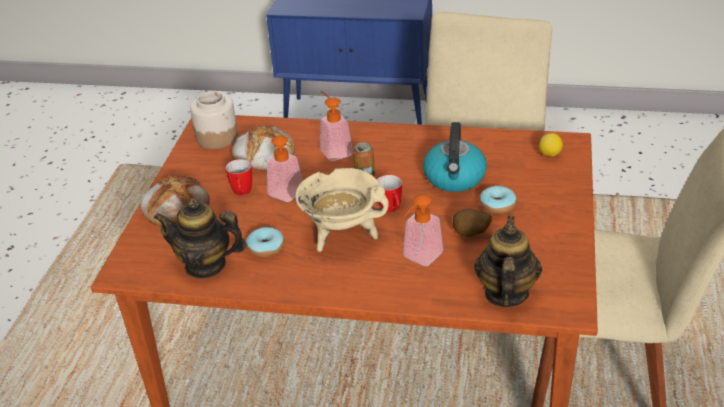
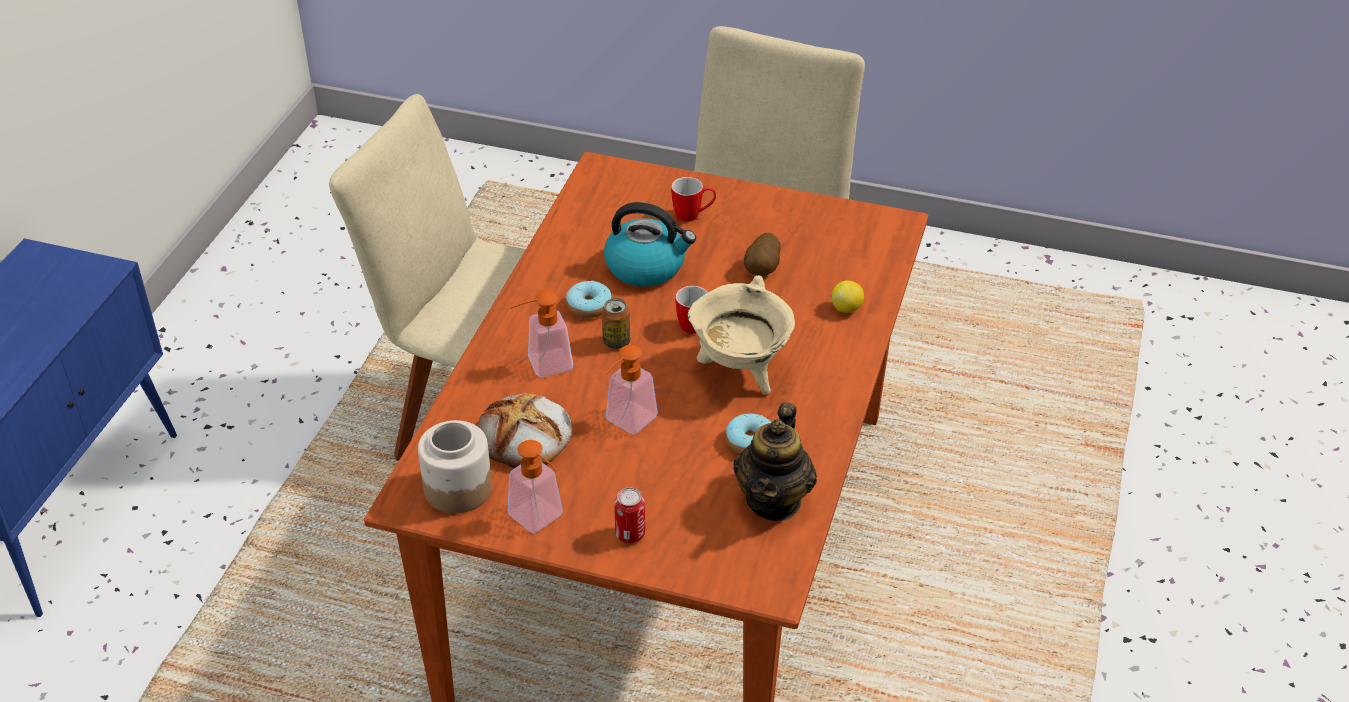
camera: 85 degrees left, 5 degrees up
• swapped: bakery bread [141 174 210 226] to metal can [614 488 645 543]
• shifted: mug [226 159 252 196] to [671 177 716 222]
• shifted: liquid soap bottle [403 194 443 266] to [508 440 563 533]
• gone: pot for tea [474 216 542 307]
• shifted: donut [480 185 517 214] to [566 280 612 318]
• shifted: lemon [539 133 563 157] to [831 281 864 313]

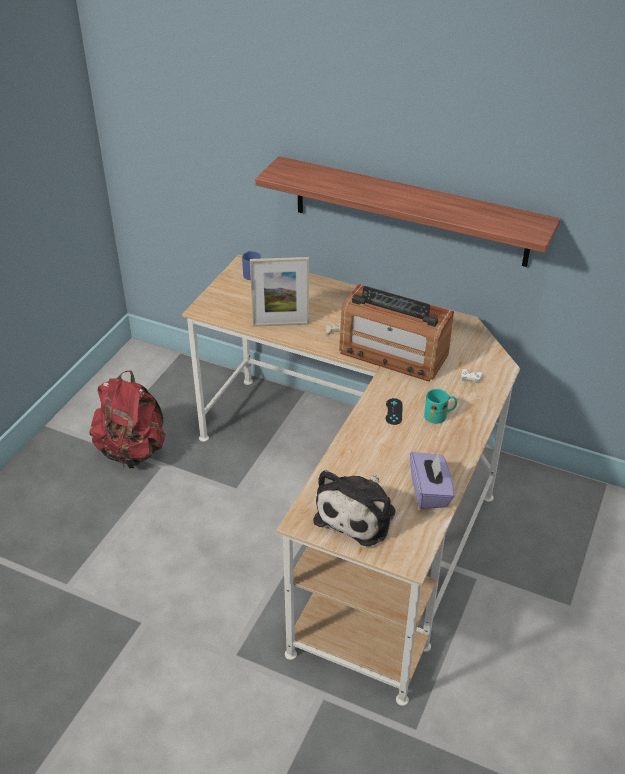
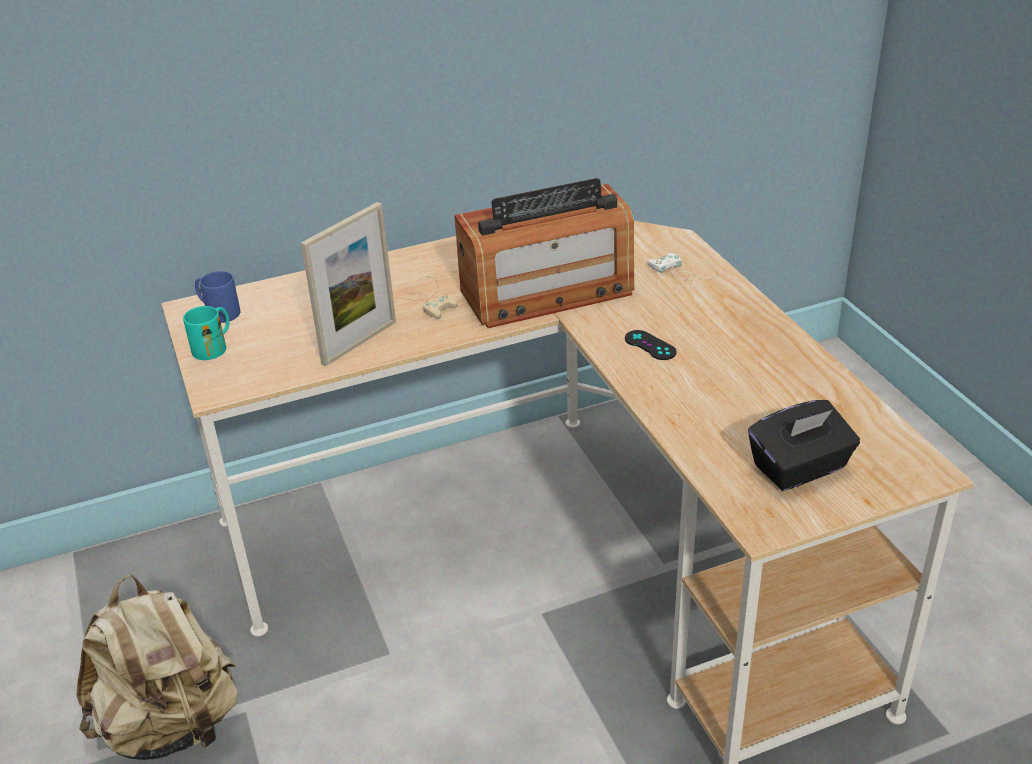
camera: 45 degrees left, 5 degrees down
• repainted: red-coloured rucksack [89 371 165 468] to beige rucksack [76 574 238 760]
• gone: wall shelf [255 156 560 267]
• swapped: plush toy [313 470 396 546] to black box of tissues [748 400 860 491]
• gone: purplish box of tissues [410 452 455 509]
• shifted: turquoise mug [424 389 457 424] to [183 306 229 360]

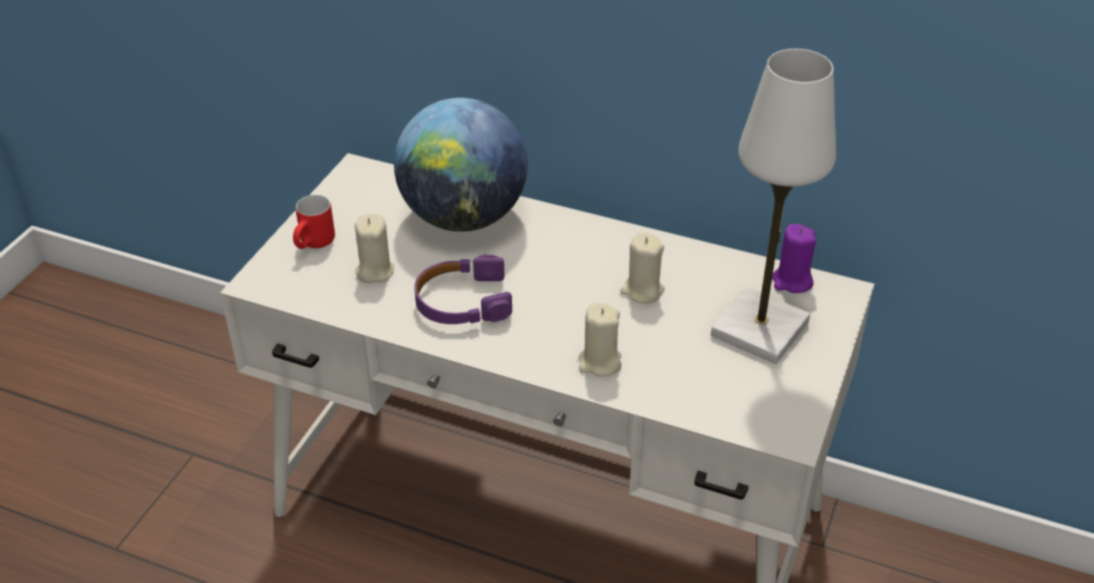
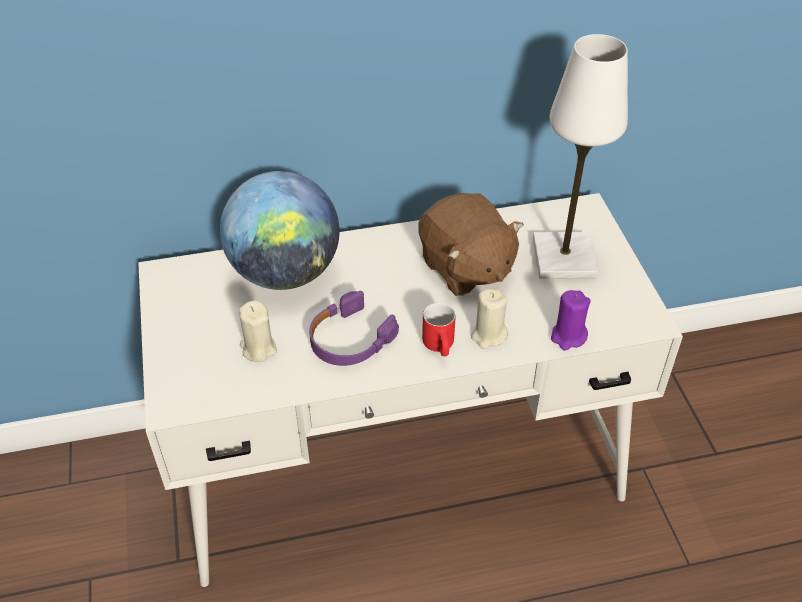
camera: 35 degrees left, 5 degrees up
• shifted: red-coloured mug [293 195 335 249] to [422 303 455 356]
• swapped: beige candle [620 232 665 304] to brown plush toy [418 193 524 296]
• shifted: purplish candle [772 224 816 293] to [551 290 591 351]

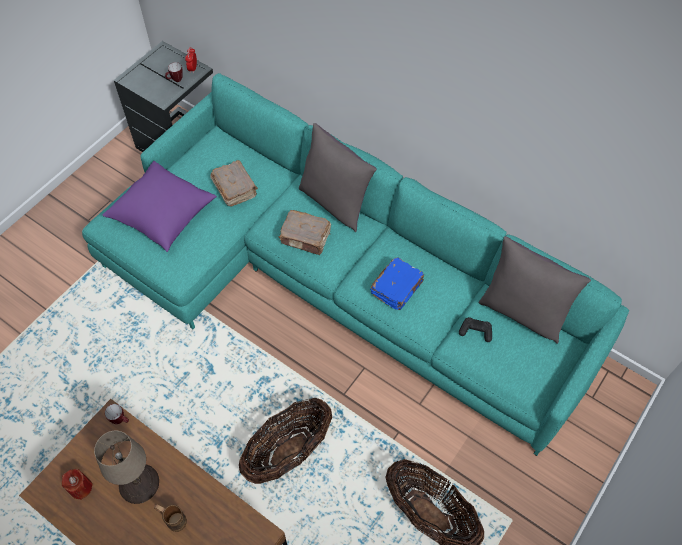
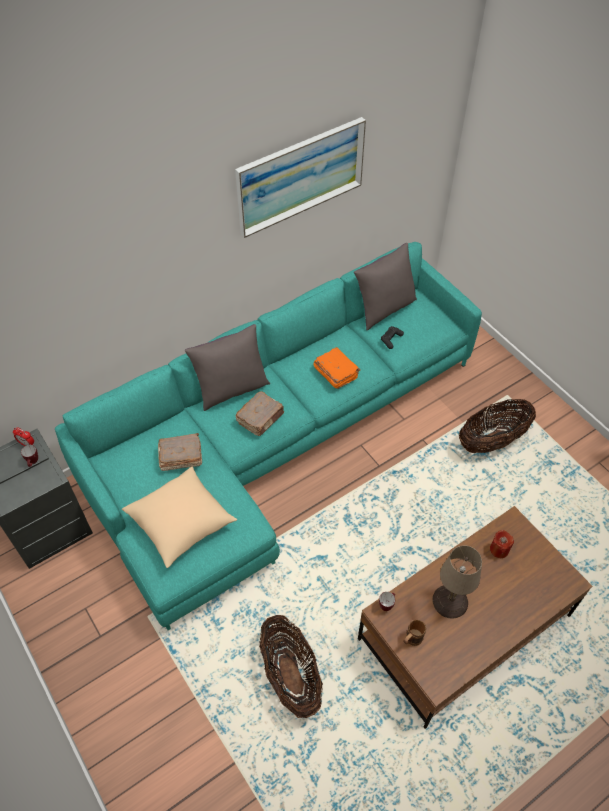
camera: 70 degrees left, 5 degrees down
• shifted: red-coloured candle [62 469 93 500] to [490 530 514 558]
• repainted: purplish throw pillow [103 161 217 252] to beige throw pillow [122 466 237 568]
• shifted: brown mug [154 504 187 532] to [403 620 426 646]
• shifted: household basket [239 398 332 484] to [259 615 323 718]
• repainted: bluish volume [370 257 424 310] to orange-coloured volume [314 347 360 389]
• new: wall art [235 117 366 238]

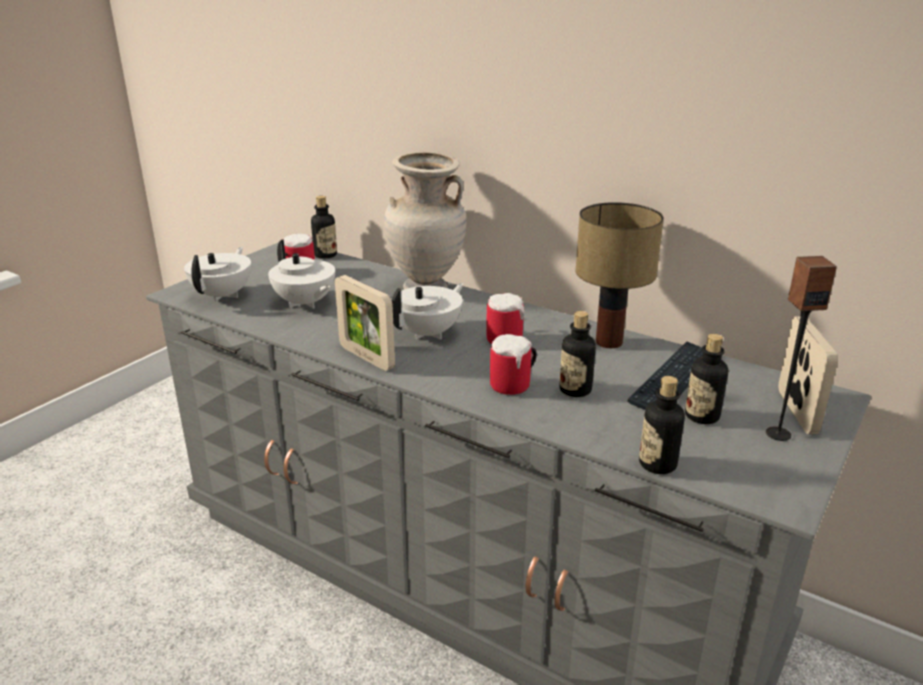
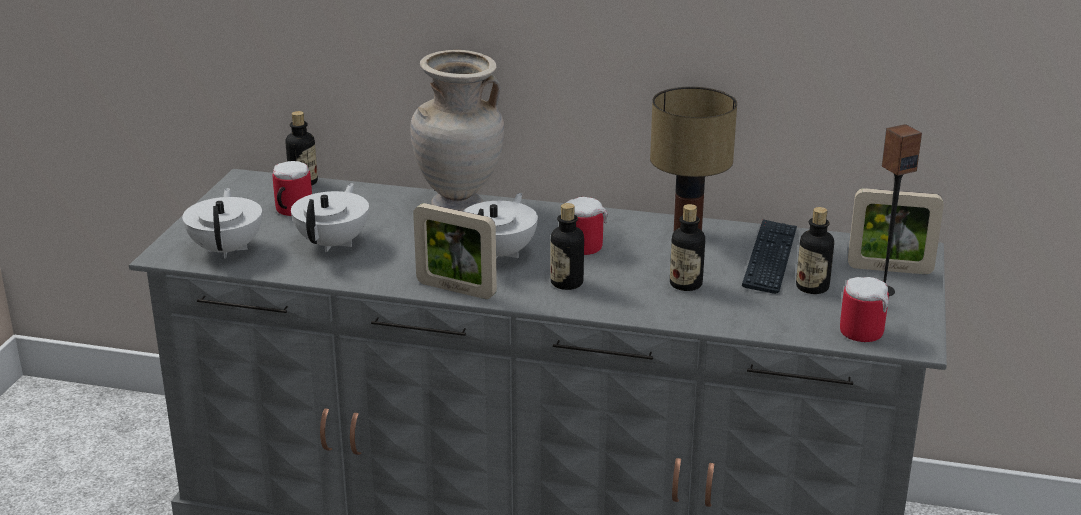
camera: 20 degrees left, 0 degrees up
• rotated: white-coloured pot for tea [268 239 335 309] = [291 183 369 252] 105 degrees counterclockwise
• shifted: mug [490 334 537 395] to [840 277 889 342]
• shifted: beverage bottle [639 376 685 474] to [550 203 584 290]
• rotated: picture frame [779 316 838 434] = [848 188 944 274] 120 degrees clockwise

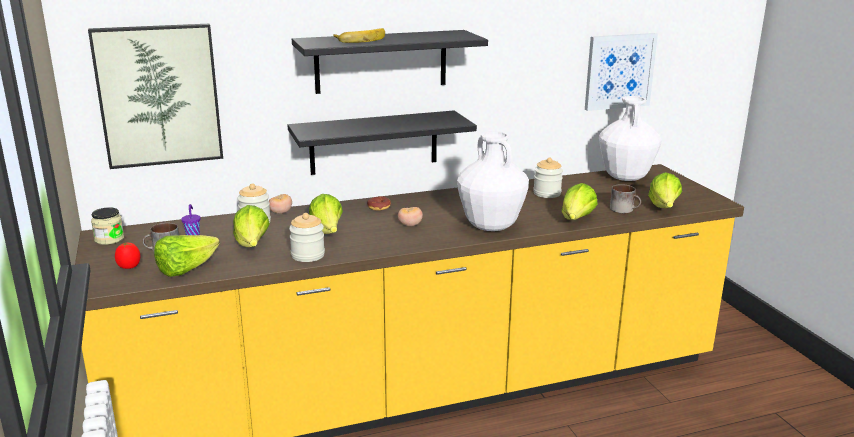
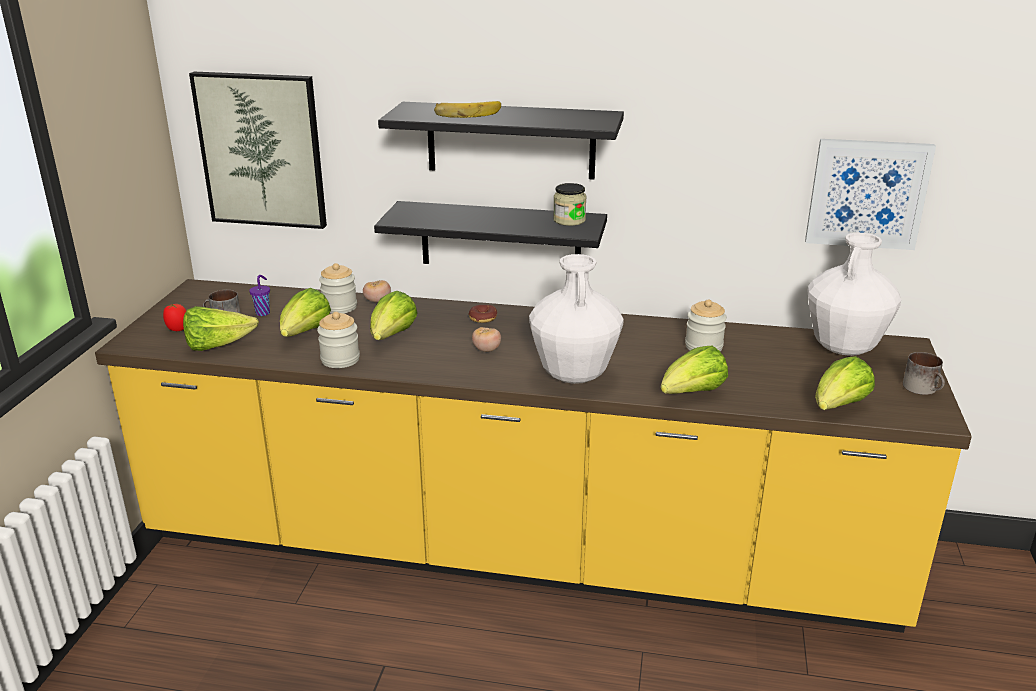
camera: 30 degrees right, 5 degrees up
• shifted: preserve jar [91 207 124 245] to [553 183 587 226]
• shifted: mug [610 184 641 213] to [903 352 945 395]

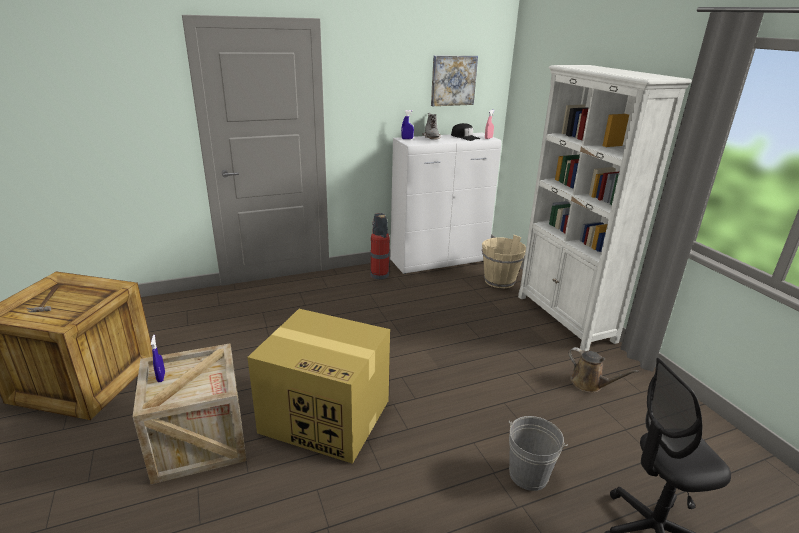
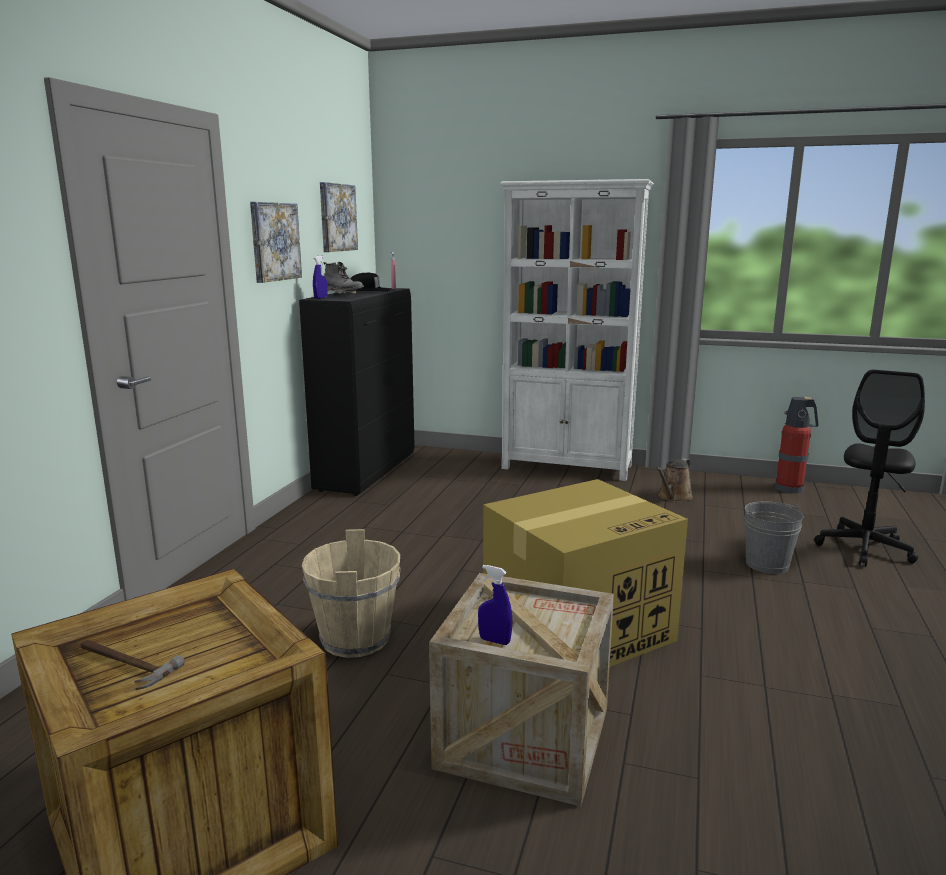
camera: 50 degrees left, 10 degrees down
• shifted: fire-fighting cylinder [370 213 390 279] to [775 397 818 494]
• repainted: white-coloured cabinet [390 133 501 274] to black cabinet [299 288 414 496]
• shifted: beige bucket [482 235 526 288] to [302 529 401 658]
• rotated: brown sprinkling can [568 347 639 393] = [656 458 693 502] 135 degrees clockwise
• new: wall art [250 202 302 283]

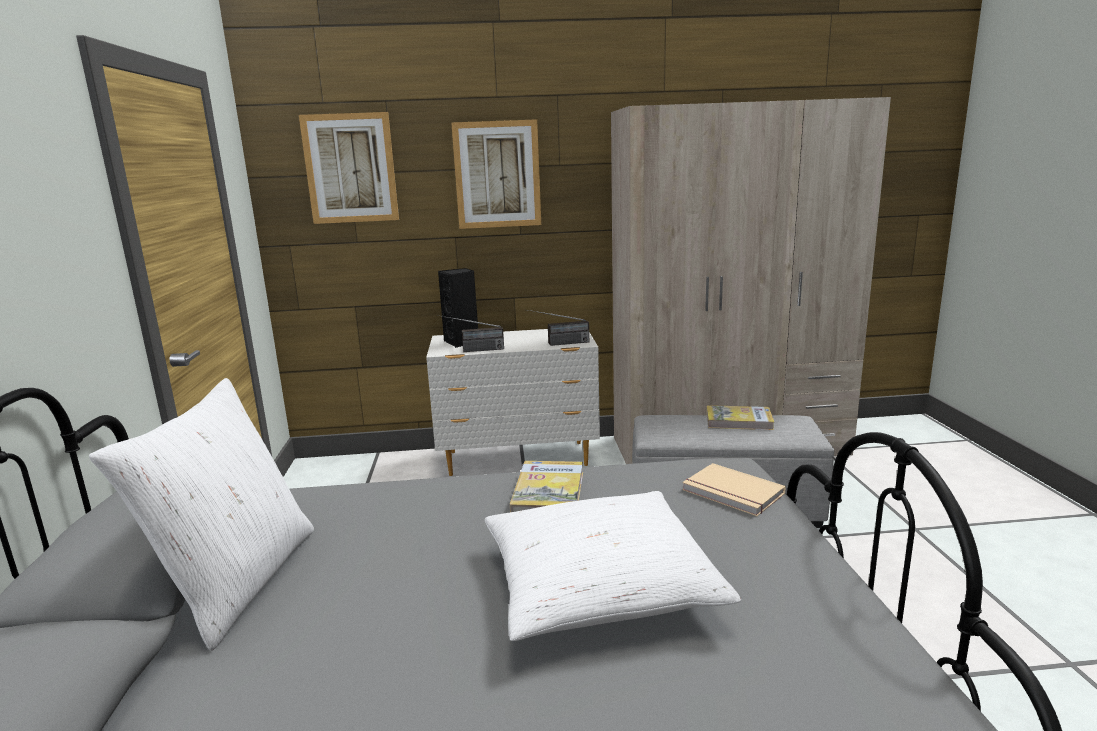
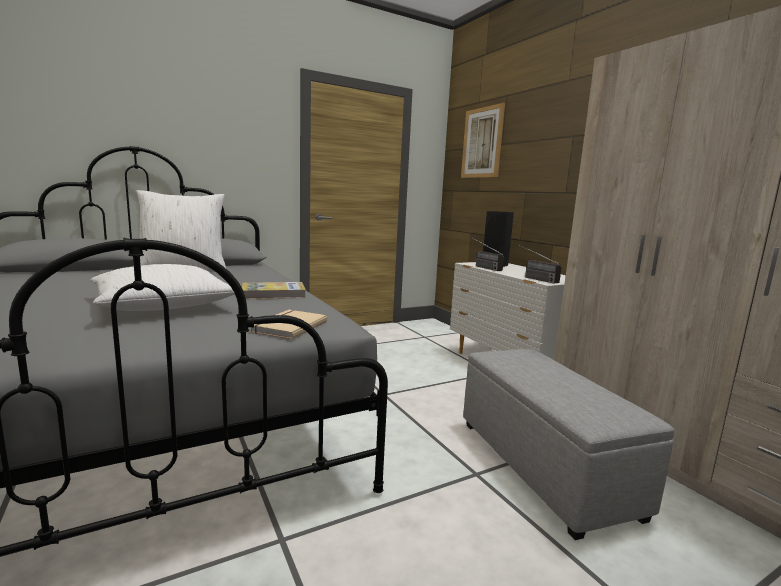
camera: 65 degrees right, 5 degrees down
• gone: wall art [451 119 541 229]
• gone: volume [706 405 774 430]

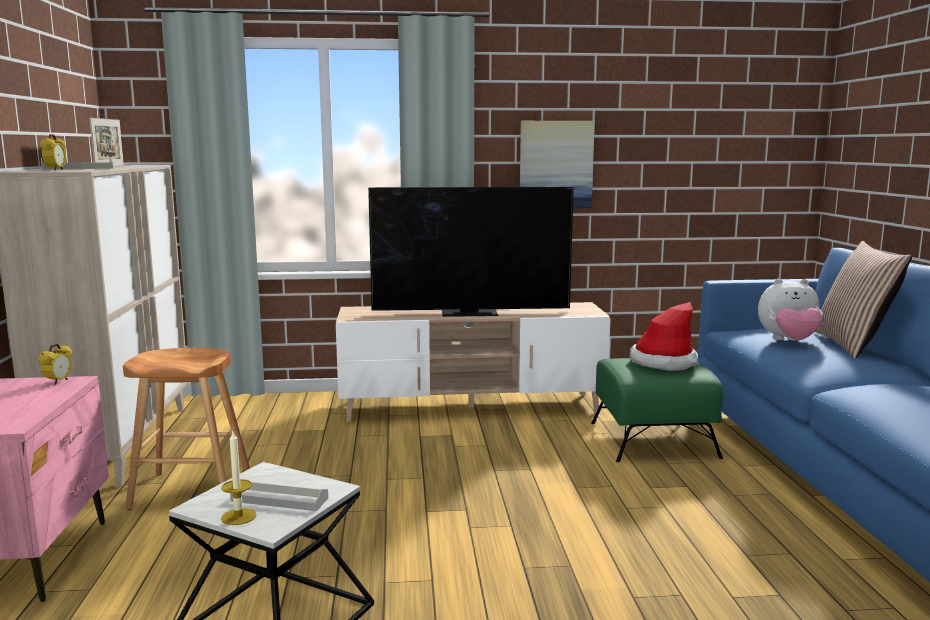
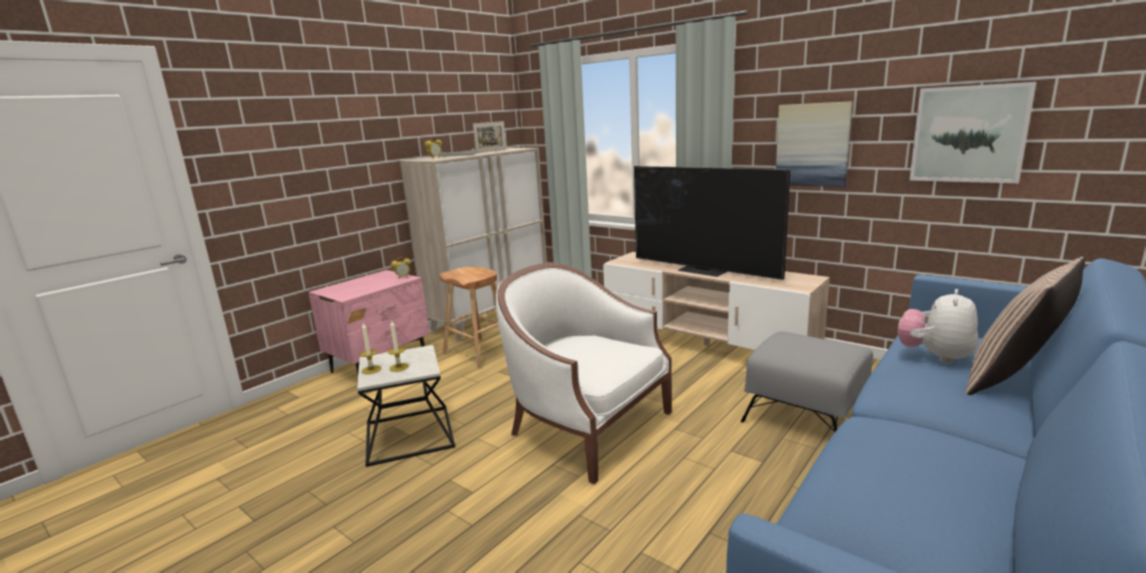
camera: 45 degrees right, 5 degrees up
• swapped: greyish serving tray [230 482 328 511] to candle [388 320 409 372]
• repainted: green footrest [591 358 723 462] to greyish footrest [741 331 873 432]
• gone: hat [630 302 698 371]
• rotated: plush toy [758 279 823 340] = [898 289 978 364] 75 degrees clockwise
• new: white-coloured easy chair [496 263 672 484]
• new: wall art [909 82 1037 183]

